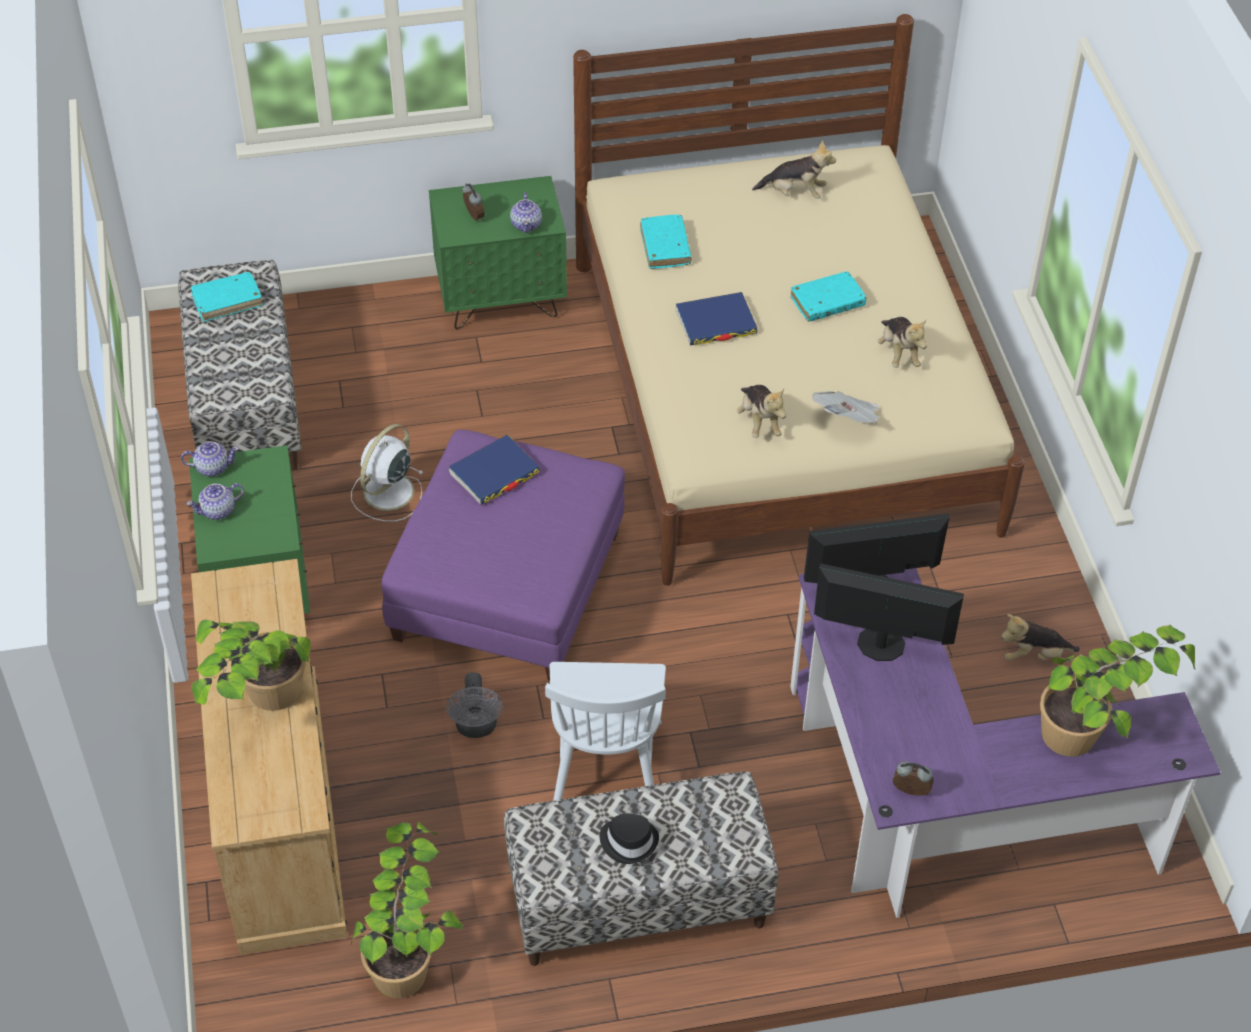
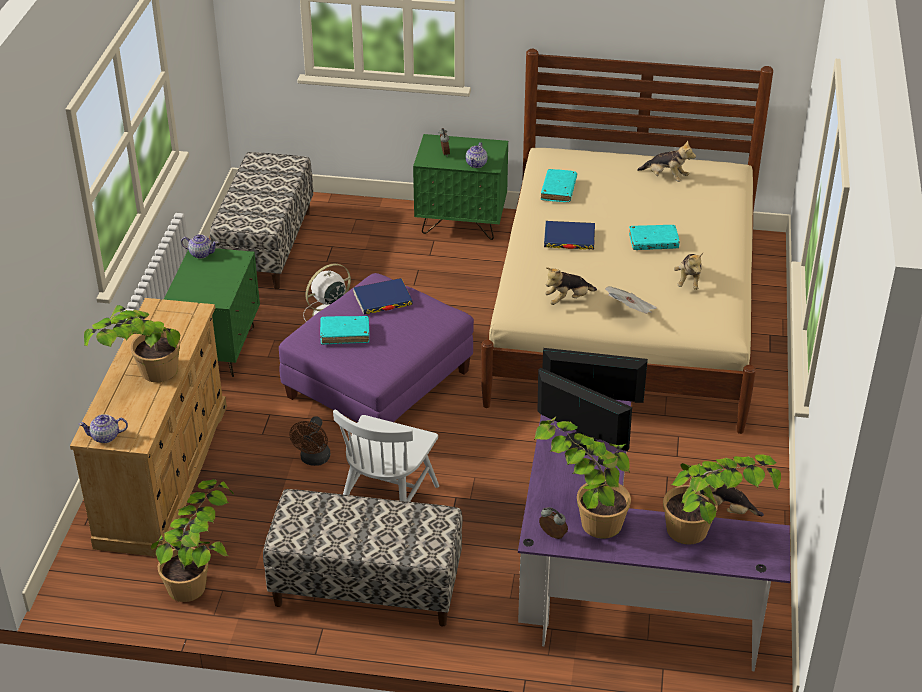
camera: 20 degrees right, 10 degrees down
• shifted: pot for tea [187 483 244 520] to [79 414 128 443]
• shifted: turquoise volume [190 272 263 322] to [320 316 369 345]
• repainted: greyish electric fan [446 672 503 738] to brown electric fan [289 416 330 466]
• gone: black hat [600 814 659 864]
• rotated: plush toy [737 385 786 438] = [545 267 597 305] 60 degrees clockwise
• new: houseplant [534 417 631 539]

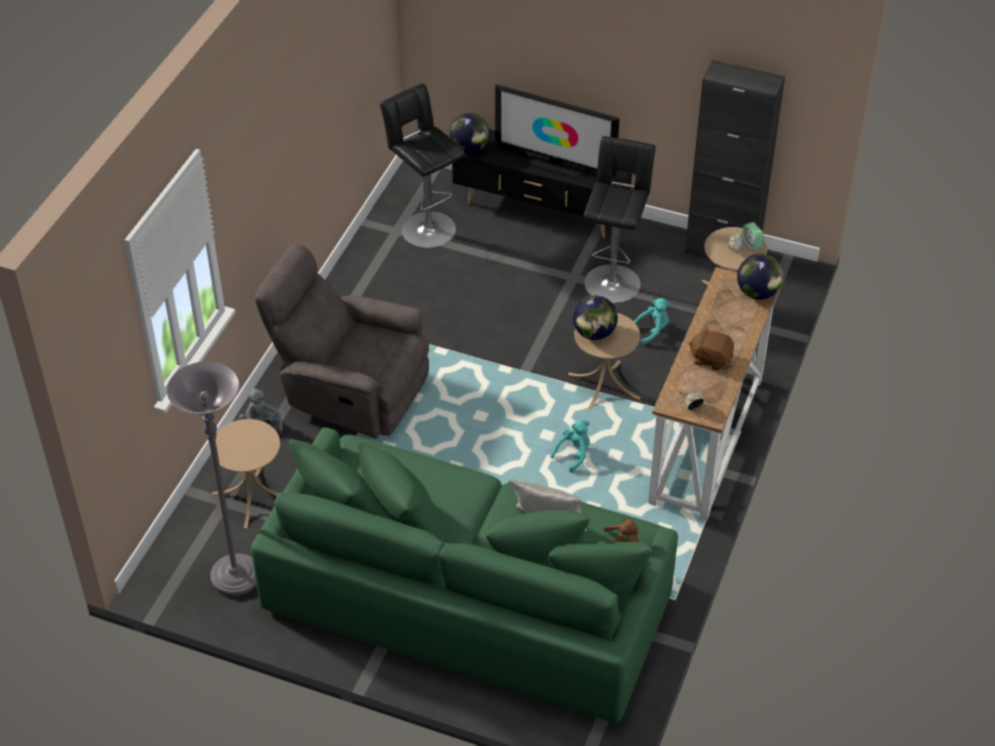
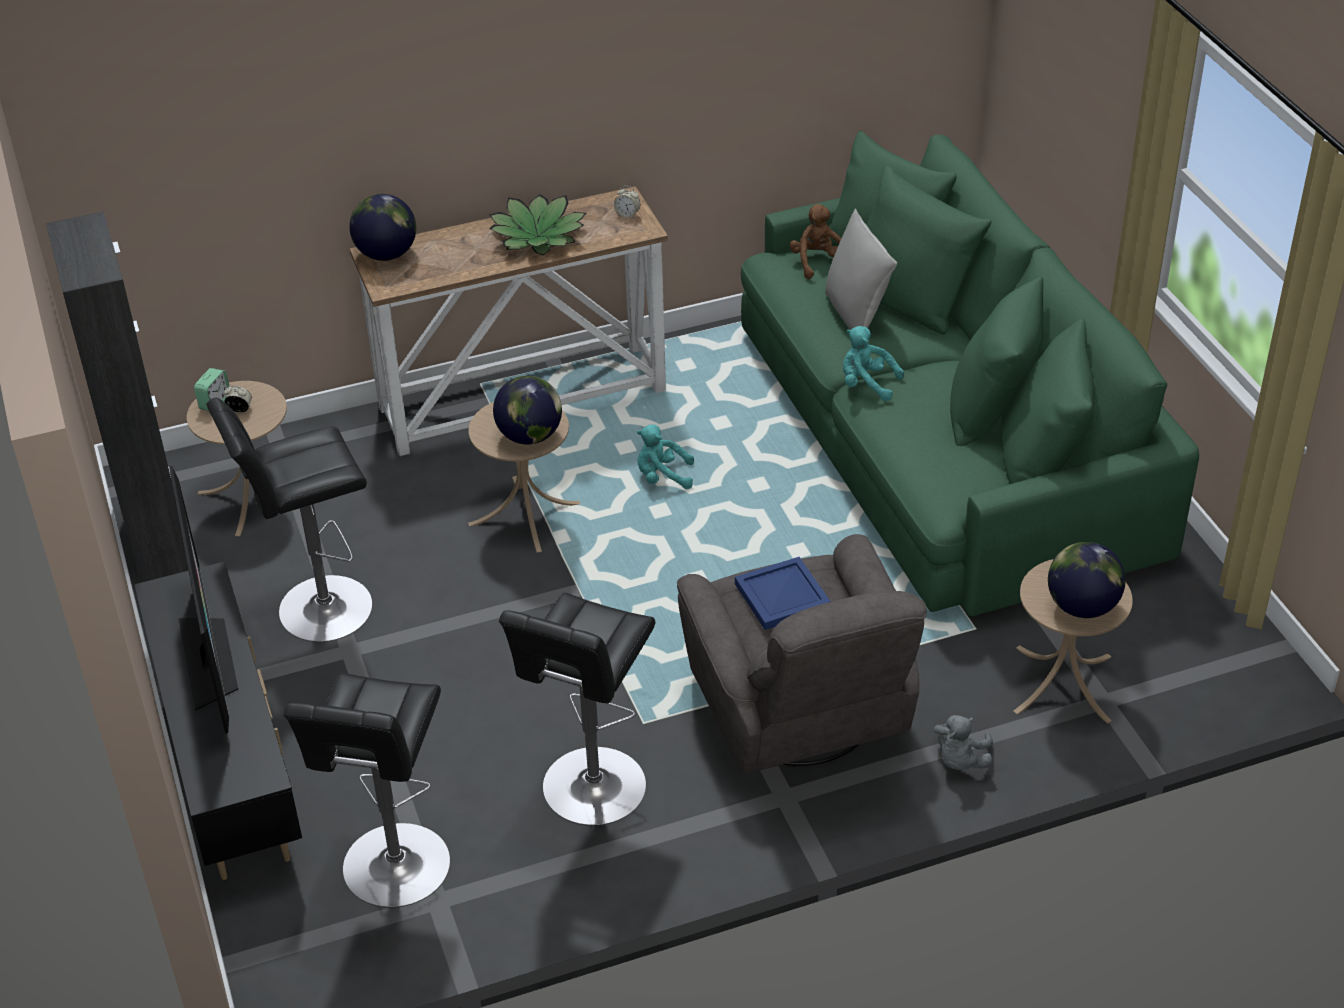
camera: 130 degrees left, 5 degrees down
• gone: greyish floor lamp [167 361 256 596]
• shifted: world globe [449 113 490 154] to [1048 542 1126 618]
• shifted: turquoise plush toy [634 298 671 345] to [843 326 904 401]
• swapped: brown plush toy [689 327 734 371] to houseplant [489 194 586 255]
• new: black stool seat [499 593 656 826]
• new: bluish serving tray [735 557 831 630]

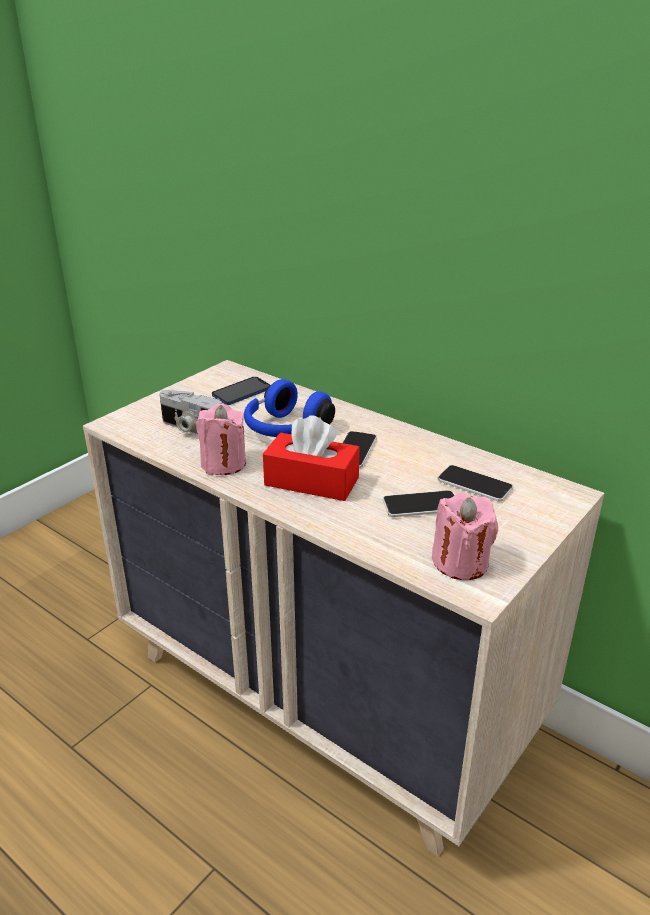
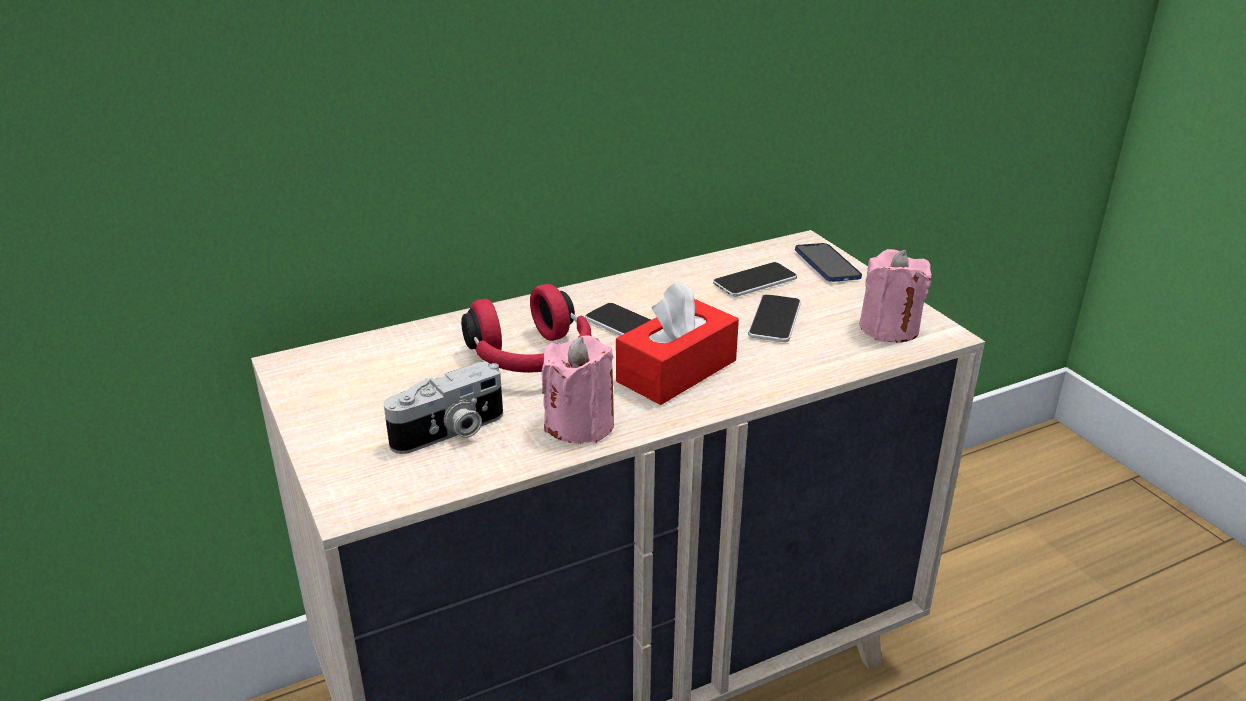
camera: 65 degrees left, 0 degrees up
• shifted: telephone [212 377 270 405] to [795 243 862 282]
• repainted: bluish pair of headphones [244 379 335 437] to red-coloured pair of headphones [461 284 591 373]

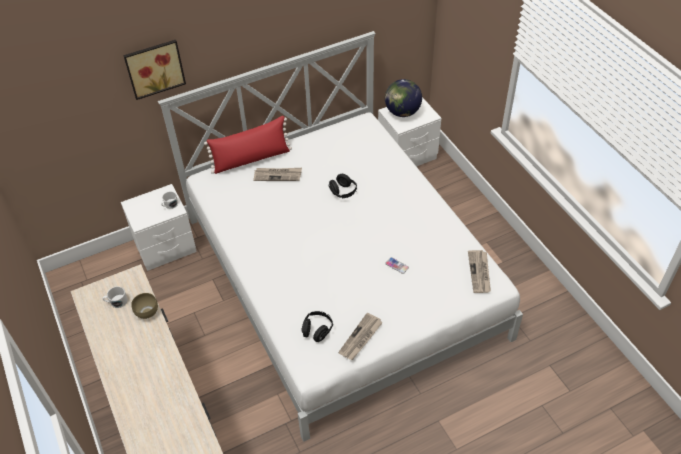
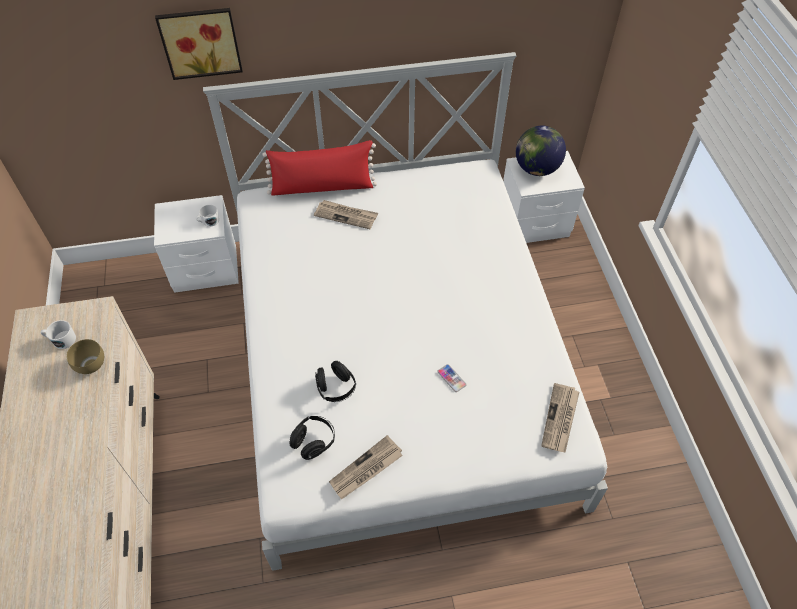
camera: 15 degrees right, 5 degrees up
• shifted: black pair of headphones [328 174 357 198] to [315 361 356 402]

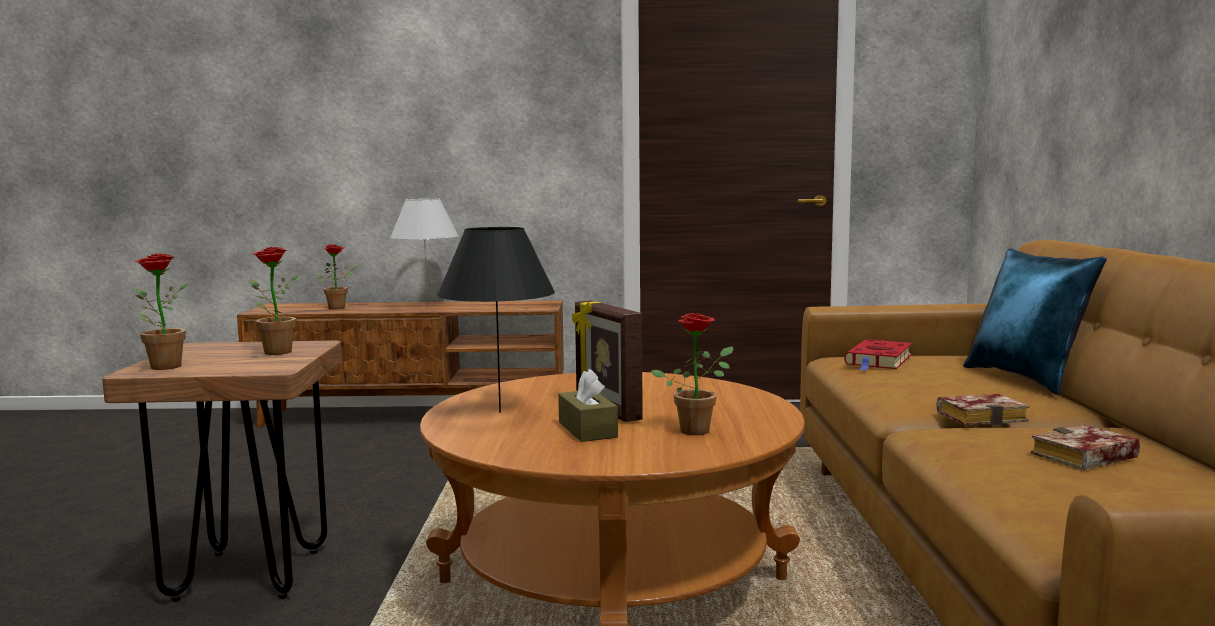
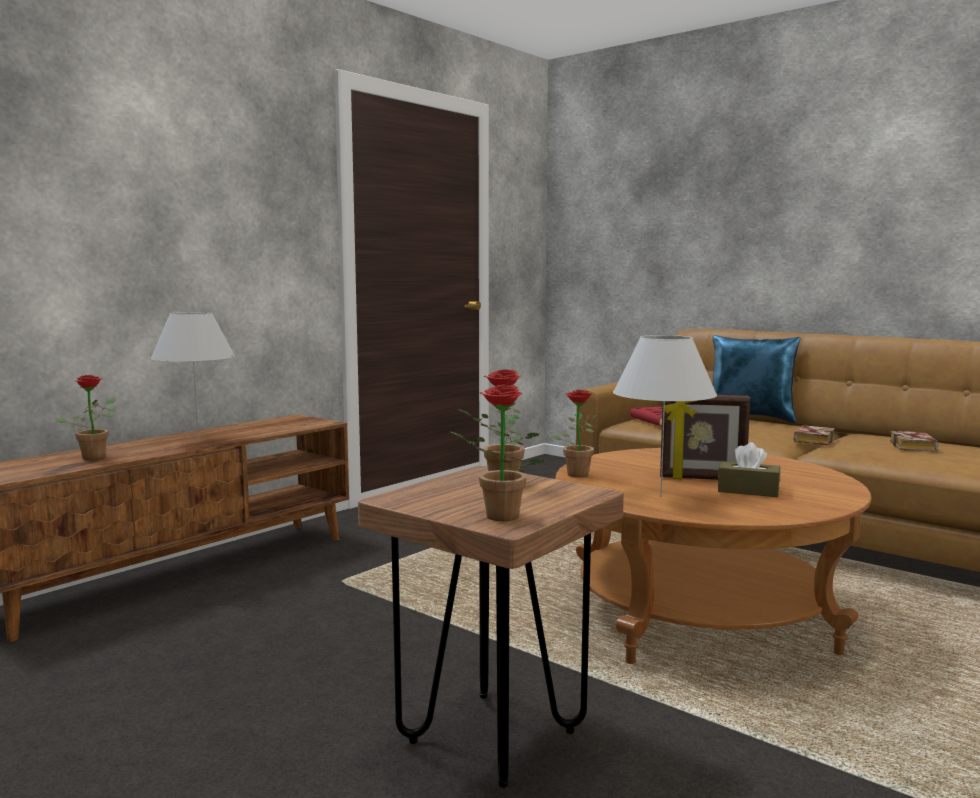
camera: 50 degrees left, 0 degrees up
• repainted: black table lamp [437 227 555 412] to white-coloured table lamp [613 335 717 497]
• shifted: houseplant [651 313 733 435] to [552 390 596 477]

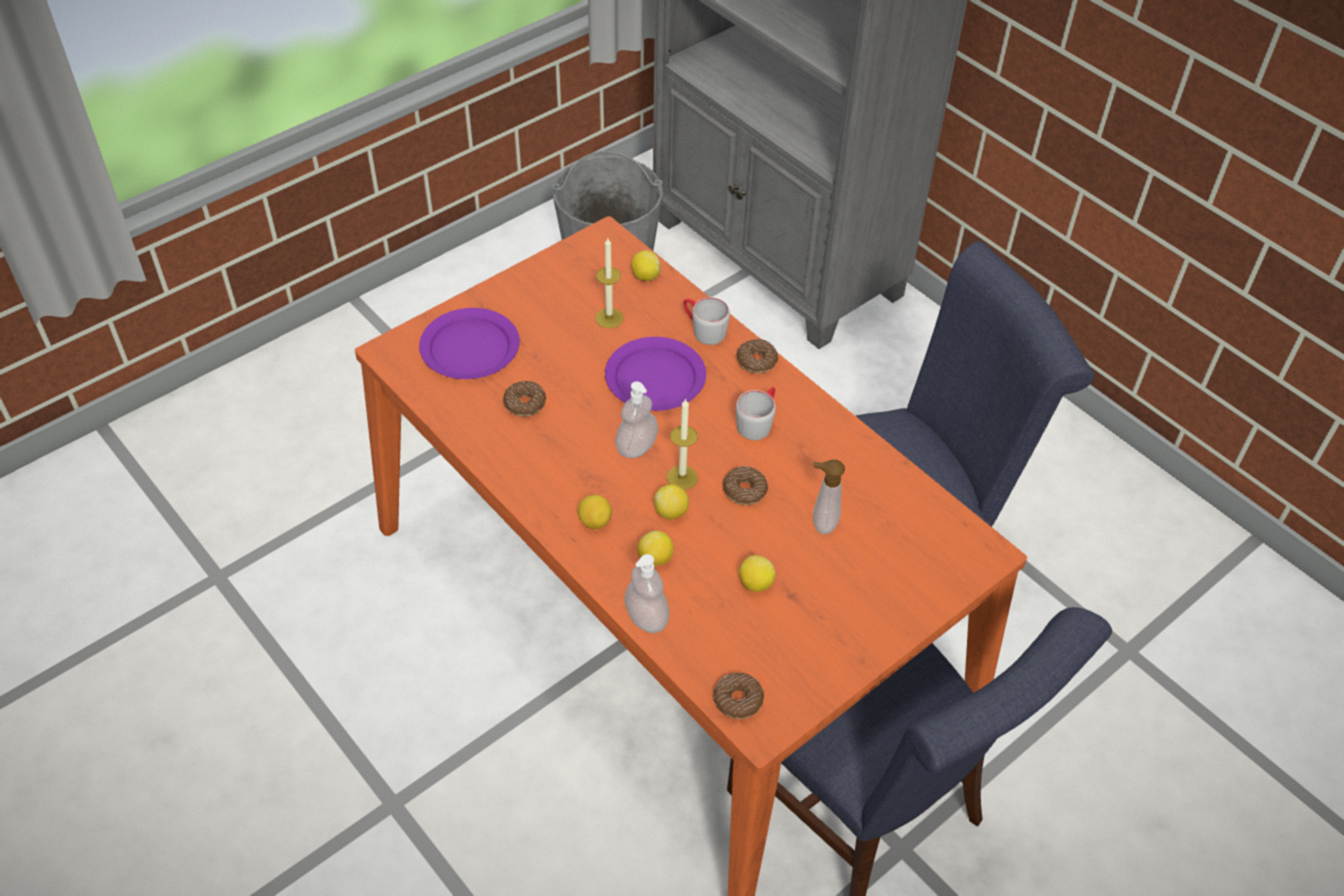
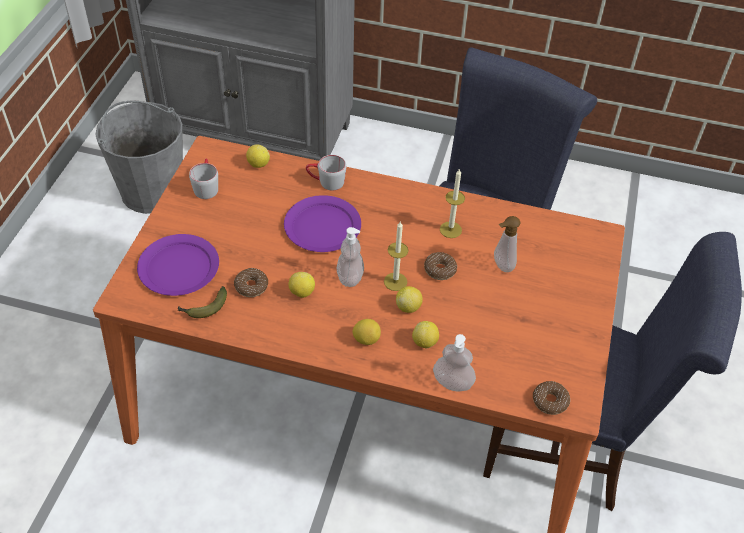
camera: 35 degrees left, 0 degrees up
• shifted: candle [595 238 623 328] to [440 168 465 238]
• gone: donut [736 339 778 373]
• shifted: greyish mug [736 387 776 440] to [189 158 218 199]
• shifted: lemon [739 555 776 592] to [288 272 315 298]
• new: banana fruit [177 286 227 318]

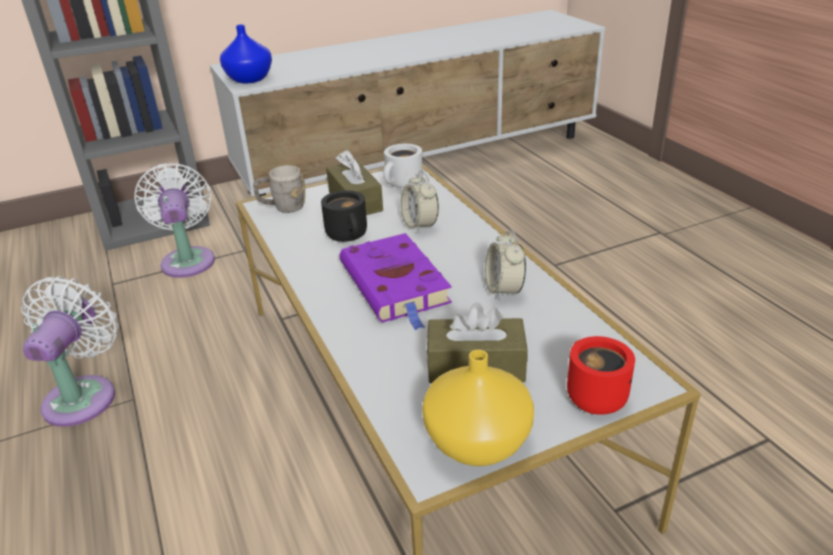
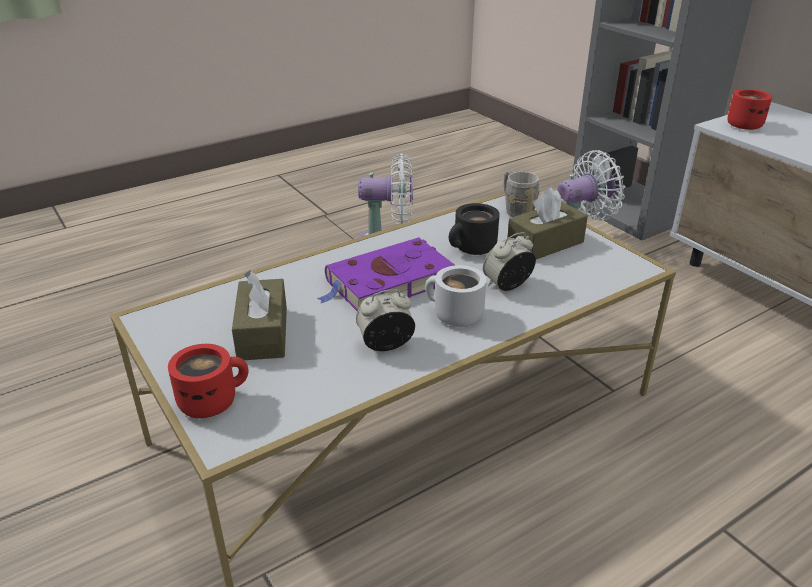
camera: 80 degrees right, 0 degrees up
• swapped: bluish vase [220 24 272 83] to red-coloured mug [728 89 772 130]
• shifted: white-coloured mug [383 144 423 188] to [425 265 486 327]
• gone: yellow vase [422 350 534 466]

